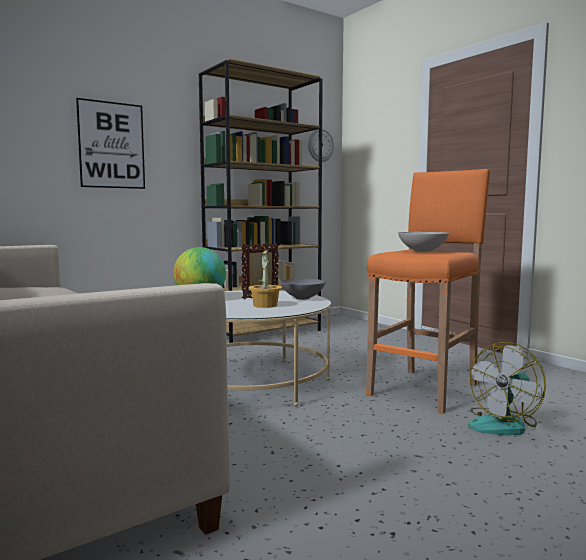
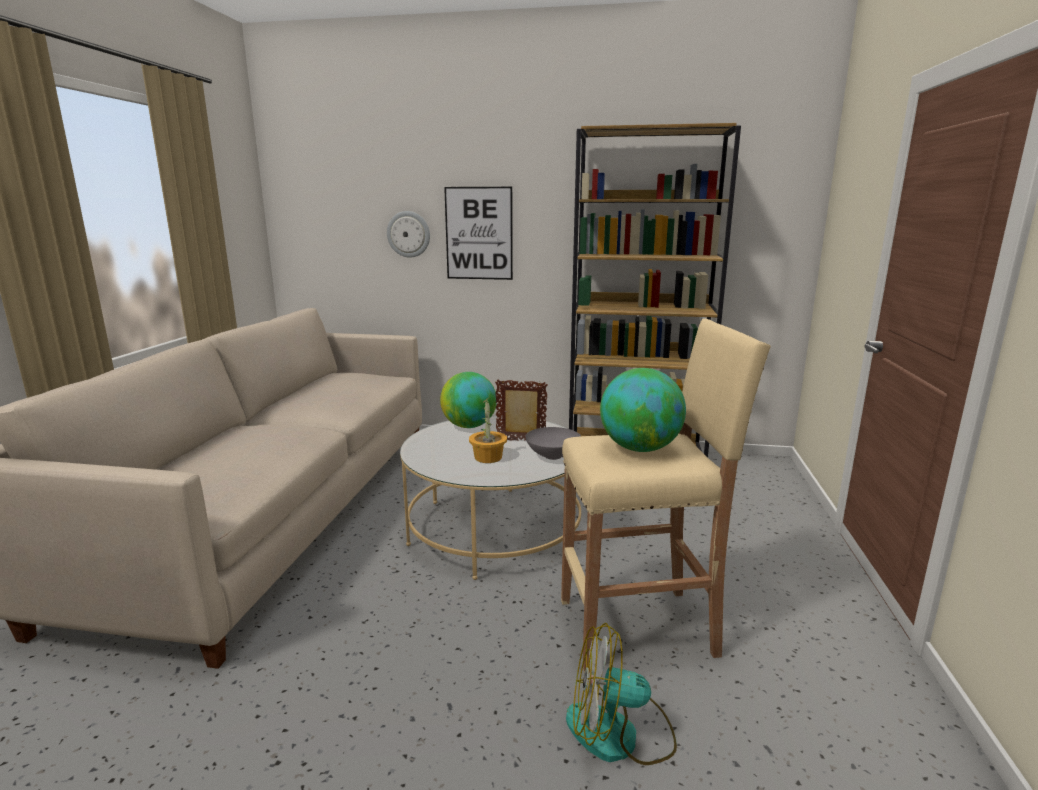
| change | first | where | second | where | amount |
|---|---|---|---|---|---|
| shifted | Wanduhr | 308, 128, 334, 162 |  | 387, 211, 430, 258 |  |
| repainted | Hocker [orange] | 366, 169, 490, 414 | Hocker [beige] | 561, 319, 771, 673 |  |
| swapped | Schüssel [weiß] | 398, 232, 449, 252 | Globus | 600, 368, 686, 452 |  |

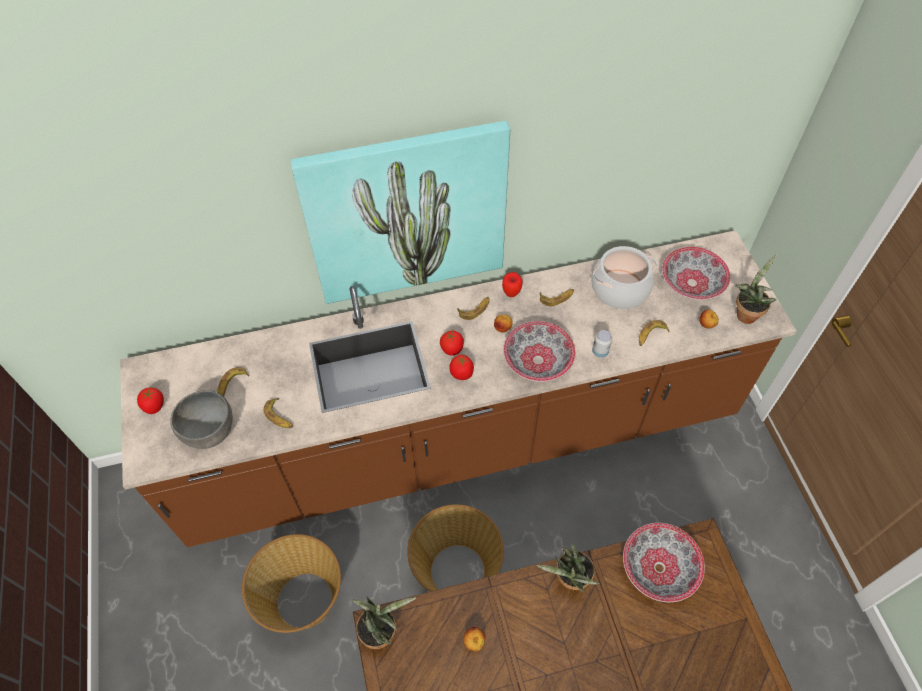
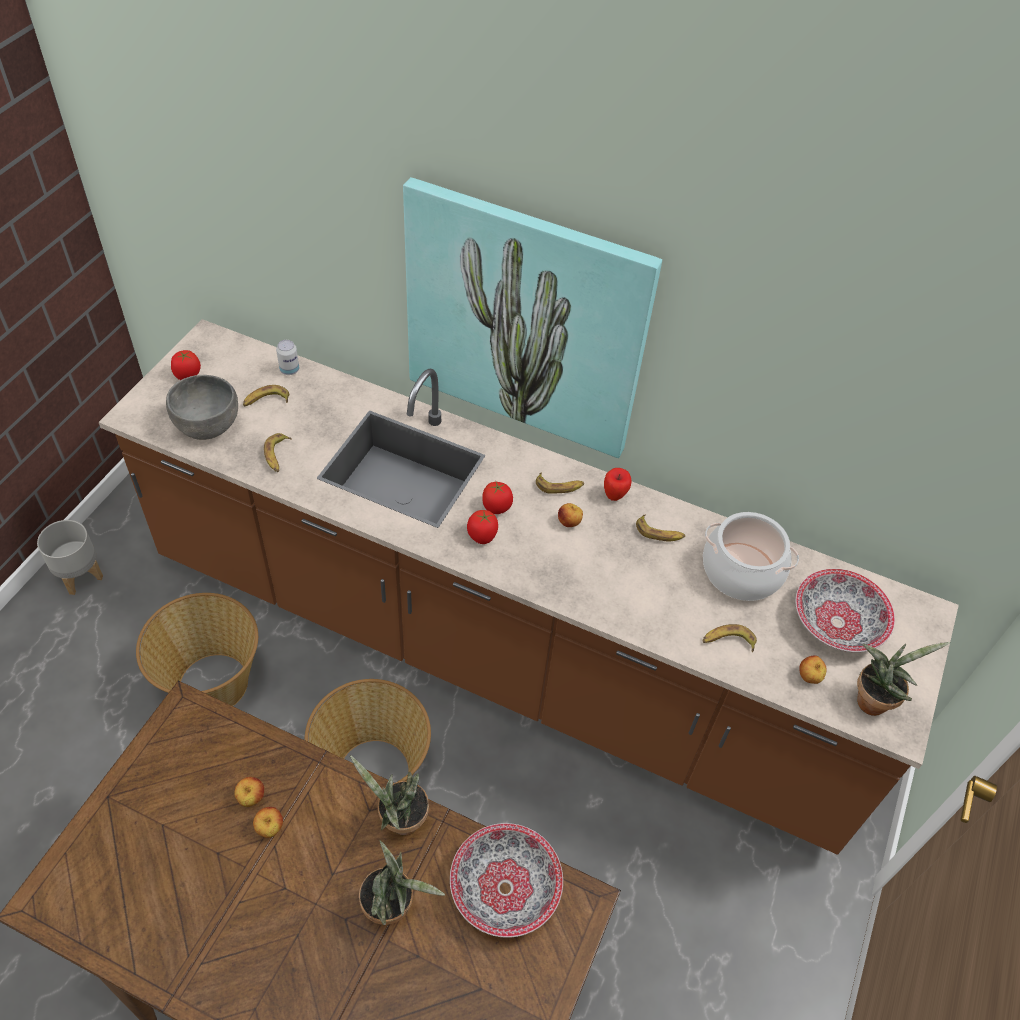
| change | first | where | second | where | amount |
|---|---|---|---|---|---|
| new |  |  | Pflanzkübel [grau] | 37, 520, 103, 595 |  |
| new |  |  | Apfel | 253, 807, 283, 838 |  |
| shifted | Dose | 592, 330, 612, 358 |  | 276, 340, 299, 375 |  |
| shifted | Topfpflanze | 351, 597, 416, 649 |  | 359, 840, 445, 925 |  |
| gone | Schüssel | 503, 321, 576, 382 |  |  |  |

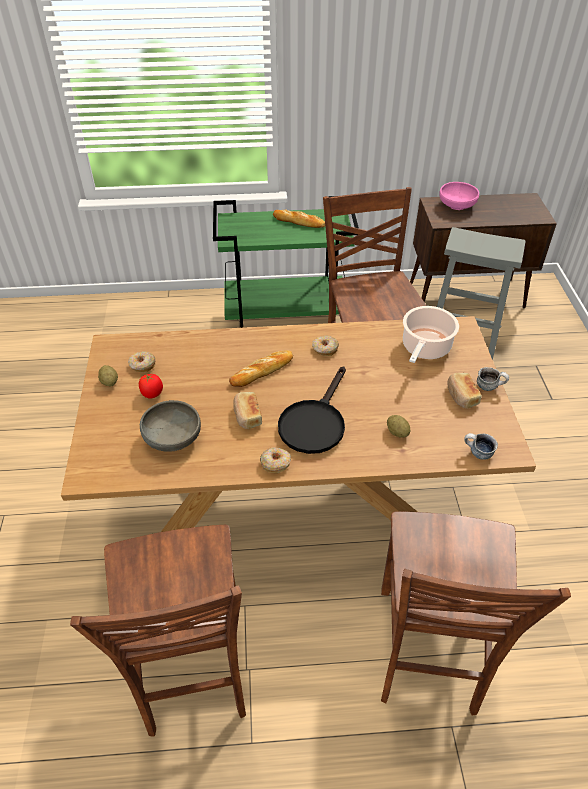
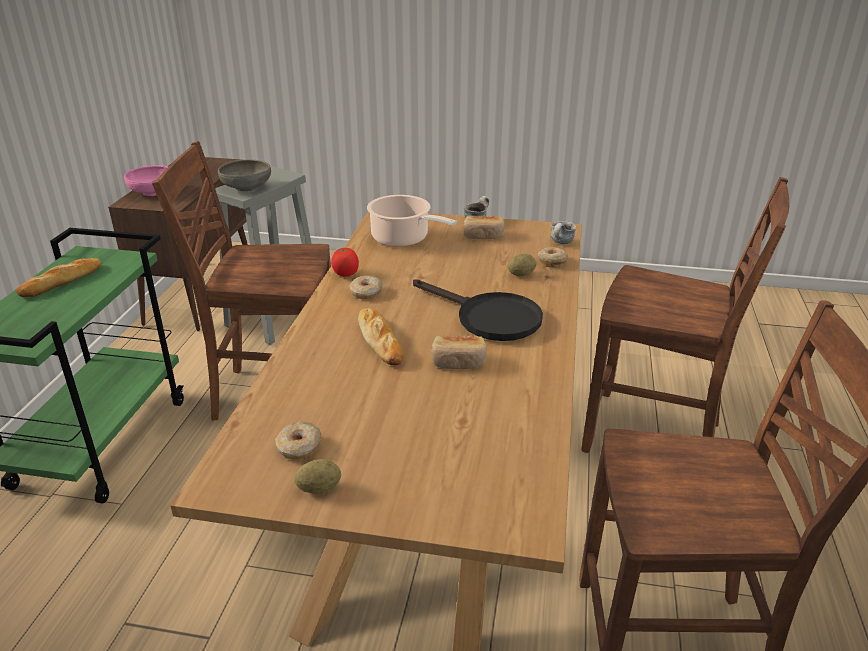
| change | first | where | second | where | amount |
|---|---|---|---|---|---|
| shifted | Schüssel [grau] | 140, 400, 201, 452 |  | 218, 160, 271, 191 |  |
| shifted | Tomate | 139, 373, 163, 399 |  | 331, 248, 359, 277 |  |
| shifted | Donut | 260, 447, 291, 473 |  | 538, 247, 568, 268 |  |

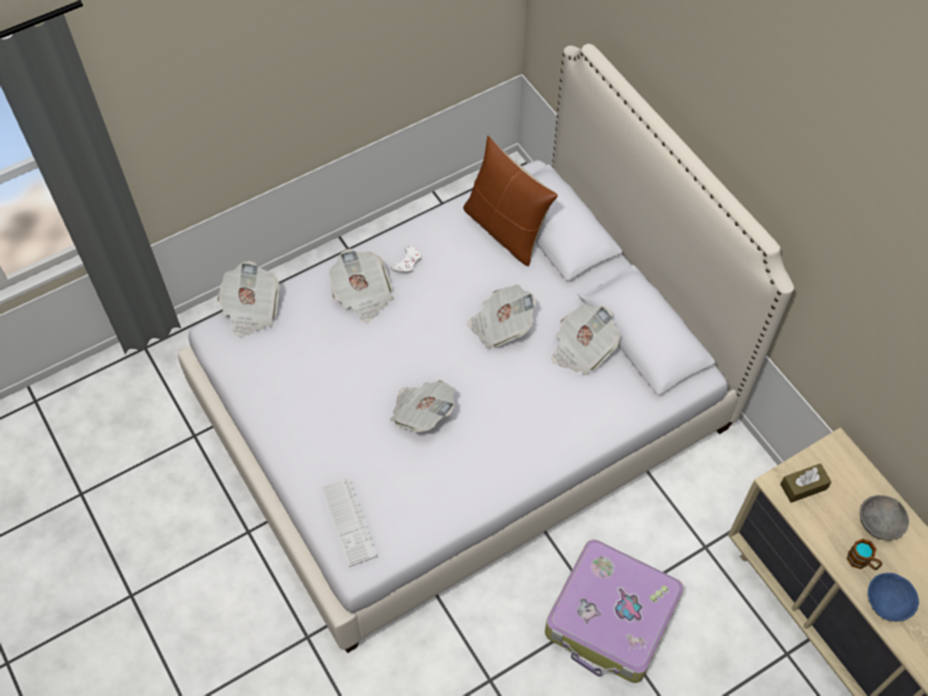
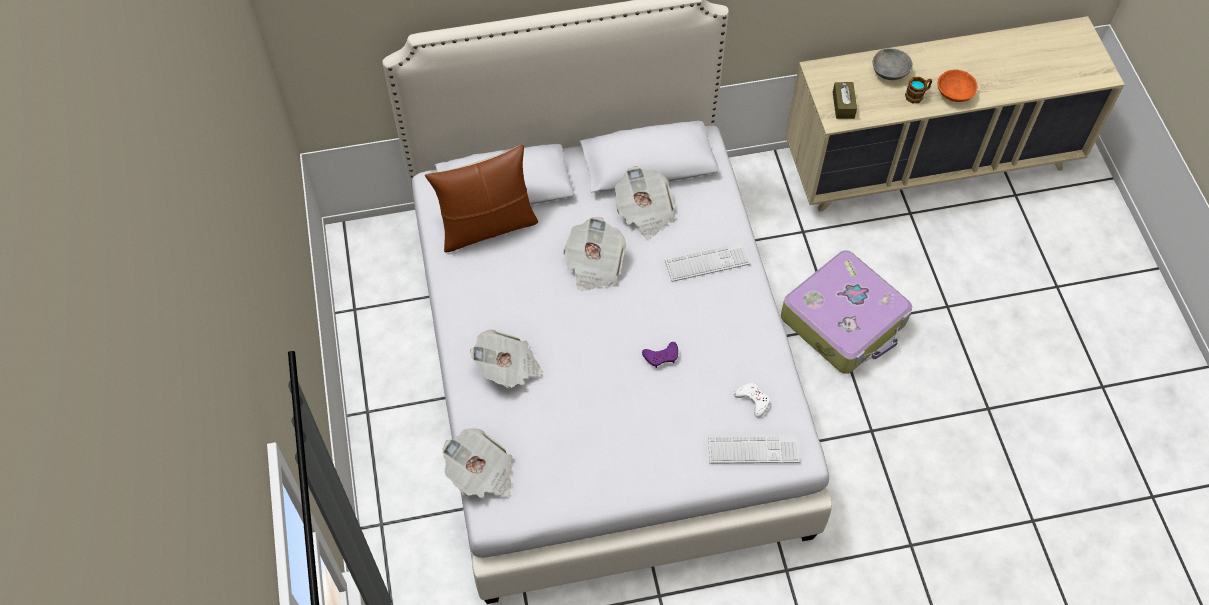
| change | first | where | second | where | amount |
|---|---|---|---|---|---|
| swapped | Zeitung | 390, 380, 455, 432 | Gamepad [lila] | 642, 342, 678, 368 |  |
| new |  |  | Tastatur | 665, 242, 751, 282 |  |
| shifted | Gamepad [weiß] | 391, 245, 421, 273 |  | 734, 383, 770, 418 |  |
| repainted | Schüssel [blau] | 868, 573, 919, 621 | Schüssel [orange] | 937, 70, 977, 102 |  |

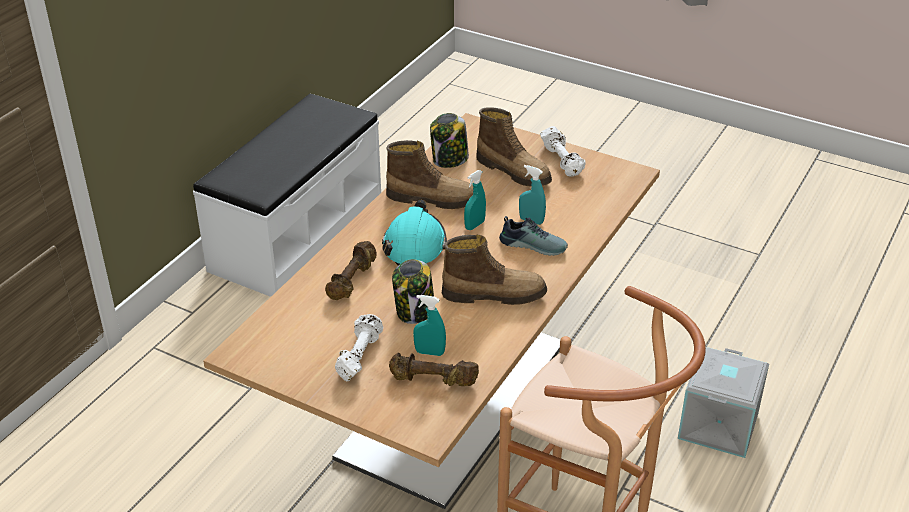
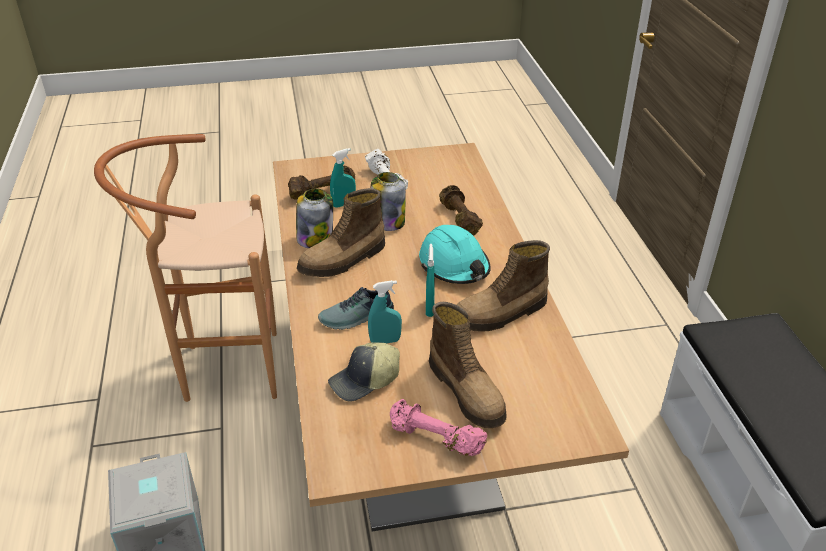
| change | first | where | second | where | amount |
|---|---|---|---|---|---|
| shifted | Vorratsglas | 430, 113, 469, 168 |  | 296, 188, 333, 249 |  |
| new |  |  | Kappe | 328, 342, 400, 402 |  |
| repainted | Hantel [weiß] | 540, 126, 586, 177 | Hantel [rosa] | 390, 399, 487, 456 |  |
| rotated | Stiefel | 476, 107, 552, 186 |  | 429, 302, 507, 428 | 120 degrees counterclockwise |

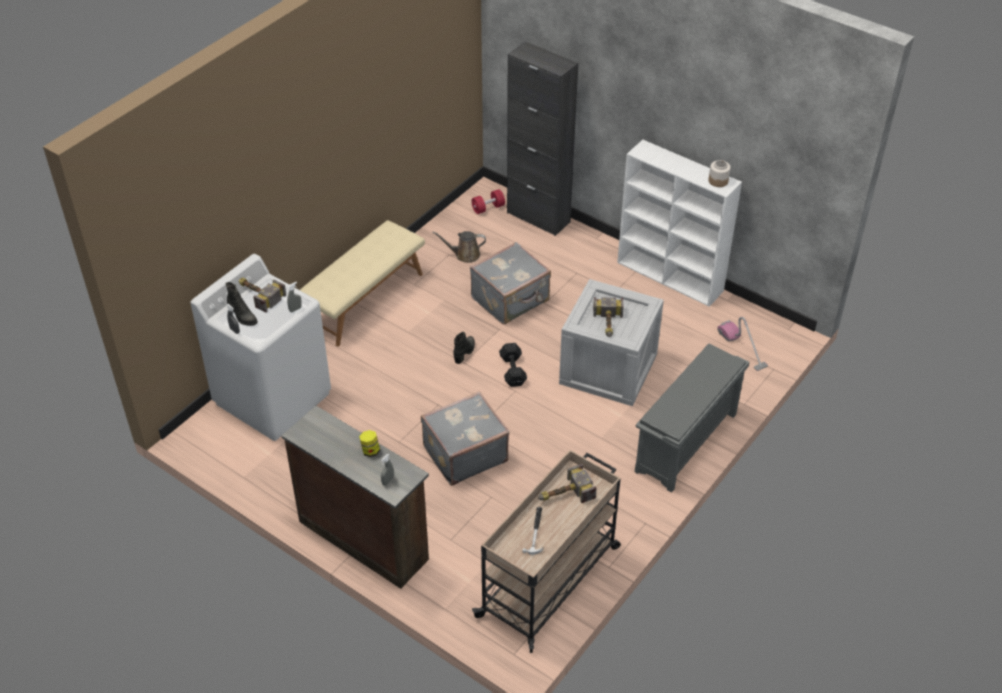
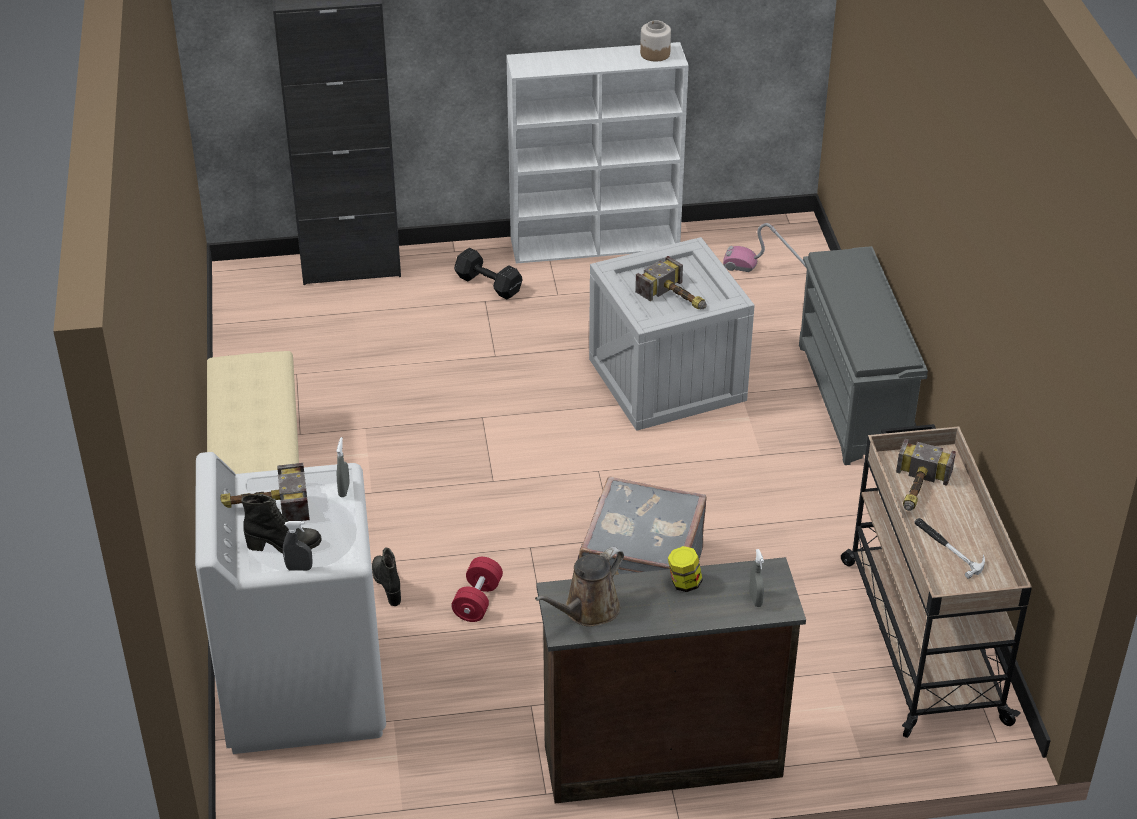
| change | first | where | second | where | amount |
|---|---|---|---|---|---|
| shifted | Stiefel [schwarz] | 453, 332, 475, 364 |  | 372, 547, 401, 606 |  |
| shifted | Hantel [rot] | 471, 189, 505, 214 |  | 451, 557, 503, 622 |  |
| shifted | Hantel [schwarz] | 499, 343, 527, 387 |  | 454, 248, 523, 299 |  |
| shifted | Gießkanne [braun] | 432, 231, 486, 263 |  | 535, 547, 624, 627 |  |
| gone | Koffer [grau] | 470, 242, 551, 325 |  |  |  |

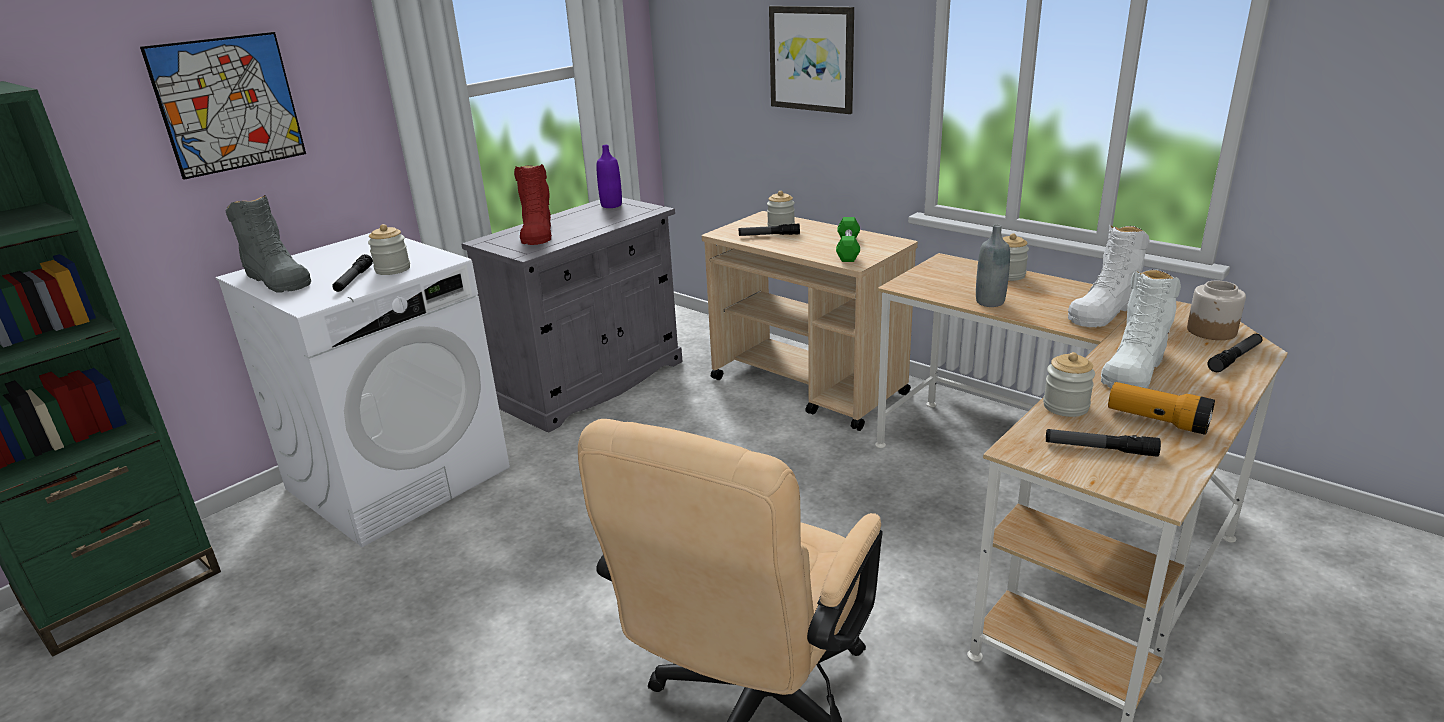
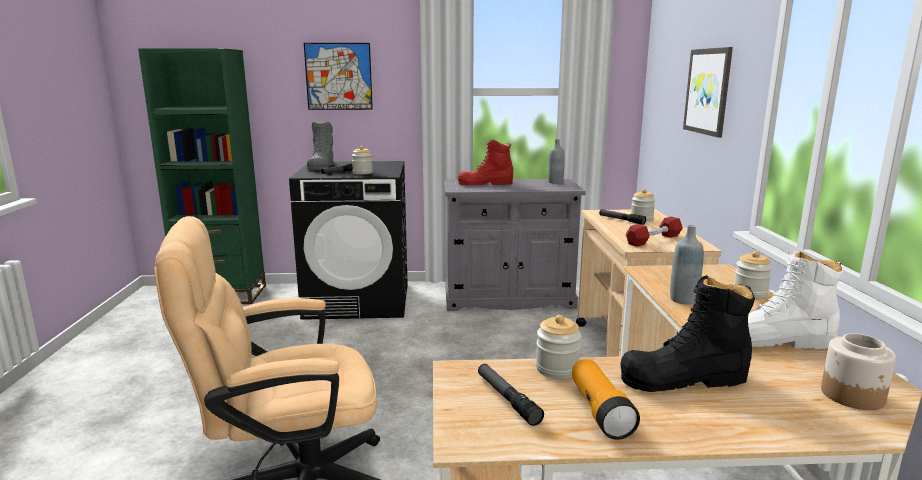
| change | first | where | second | where | amount |
|---|---|---|---|---|---|
| repainted | Waschmaschine [weiß] | 215, 233, 510, 547 | Waschmaschine [schwarz] | 289, 161, 408, 320 |  |
| rotated | Stiefel [rot] | 514, 164, 552, 245 |  | 458, 140, 513, 185 | 45 degrees clockwise |
| repainted | Flasche [lila] | 596, 145, 622, 208 | Flasche [grau] | 548, 139, 565, 184 |  |
| repainted | Stiefel [weiß] | 1101, 269, 1181, 388 | Stiefel [schwarz] | 620, 275, 755, 392 |  |
| repainted | Hantel [grün] | 836, 217, 860, 262 | Hantel [rot] | 626, 217, 683, 247 |  |
| gone | Taschenlampe | 1207, 334, 1262, 372 |  |  |  |

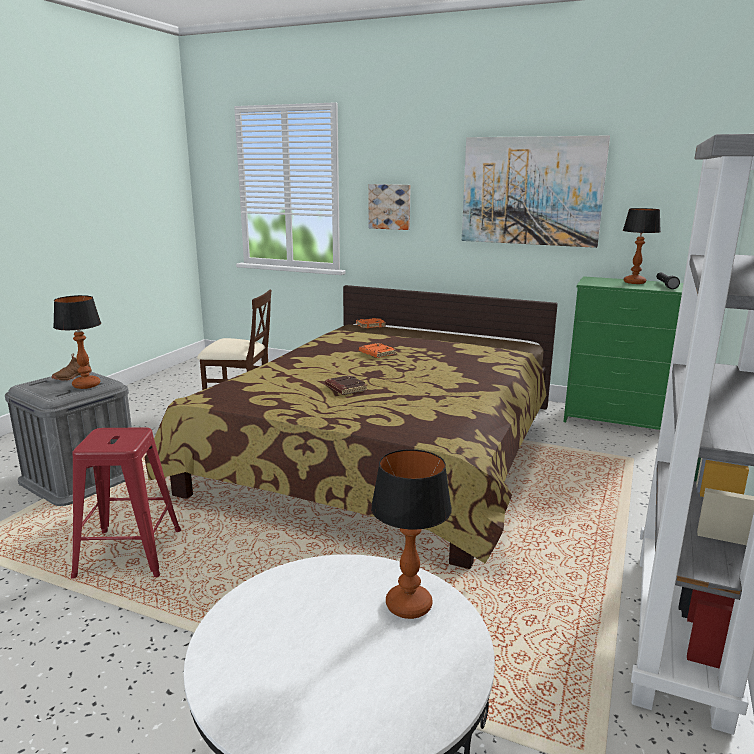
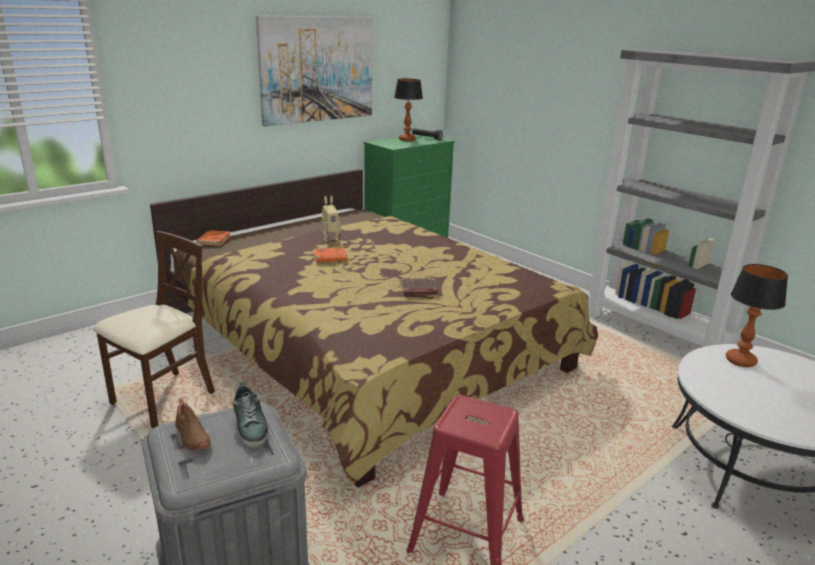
| change | first | where | second | where | amount |
|---|---|---|---|---|---|
| swapped | Tischlampe | 53, 295, 101, 389 | Schuh | 233, 381, 269, 448 |  |
| new |  |  | Spielzeugroboter | 322, 196, 341, 242 |  |
| gone | Bild | 368, 184, 411, 230 |  |  |  |

